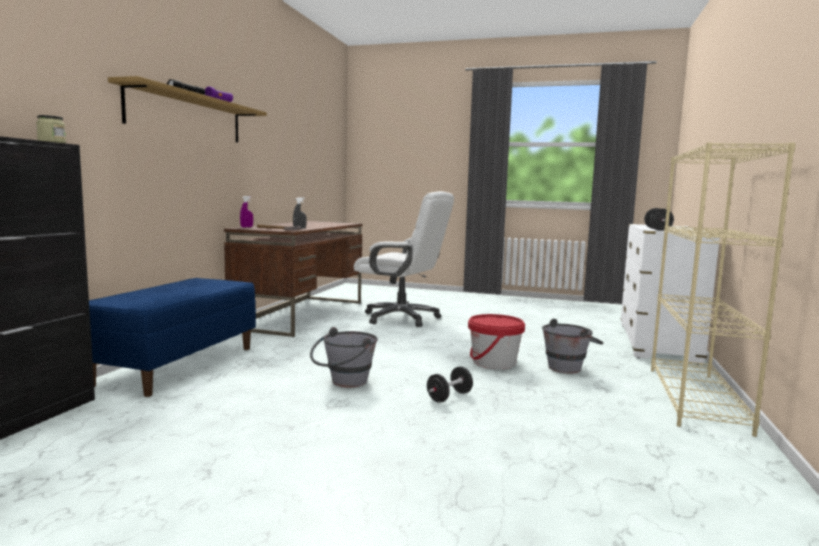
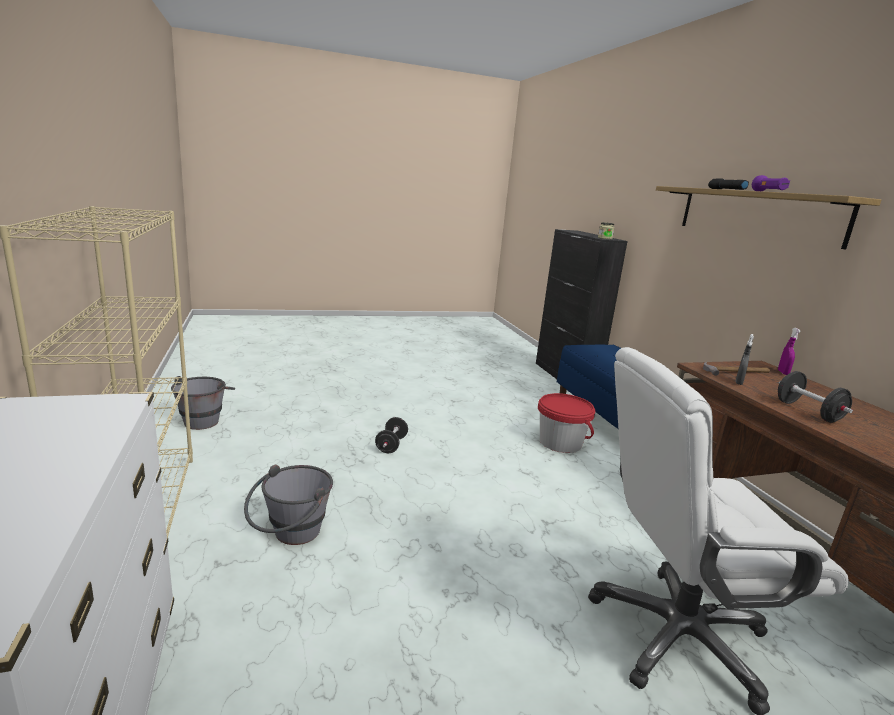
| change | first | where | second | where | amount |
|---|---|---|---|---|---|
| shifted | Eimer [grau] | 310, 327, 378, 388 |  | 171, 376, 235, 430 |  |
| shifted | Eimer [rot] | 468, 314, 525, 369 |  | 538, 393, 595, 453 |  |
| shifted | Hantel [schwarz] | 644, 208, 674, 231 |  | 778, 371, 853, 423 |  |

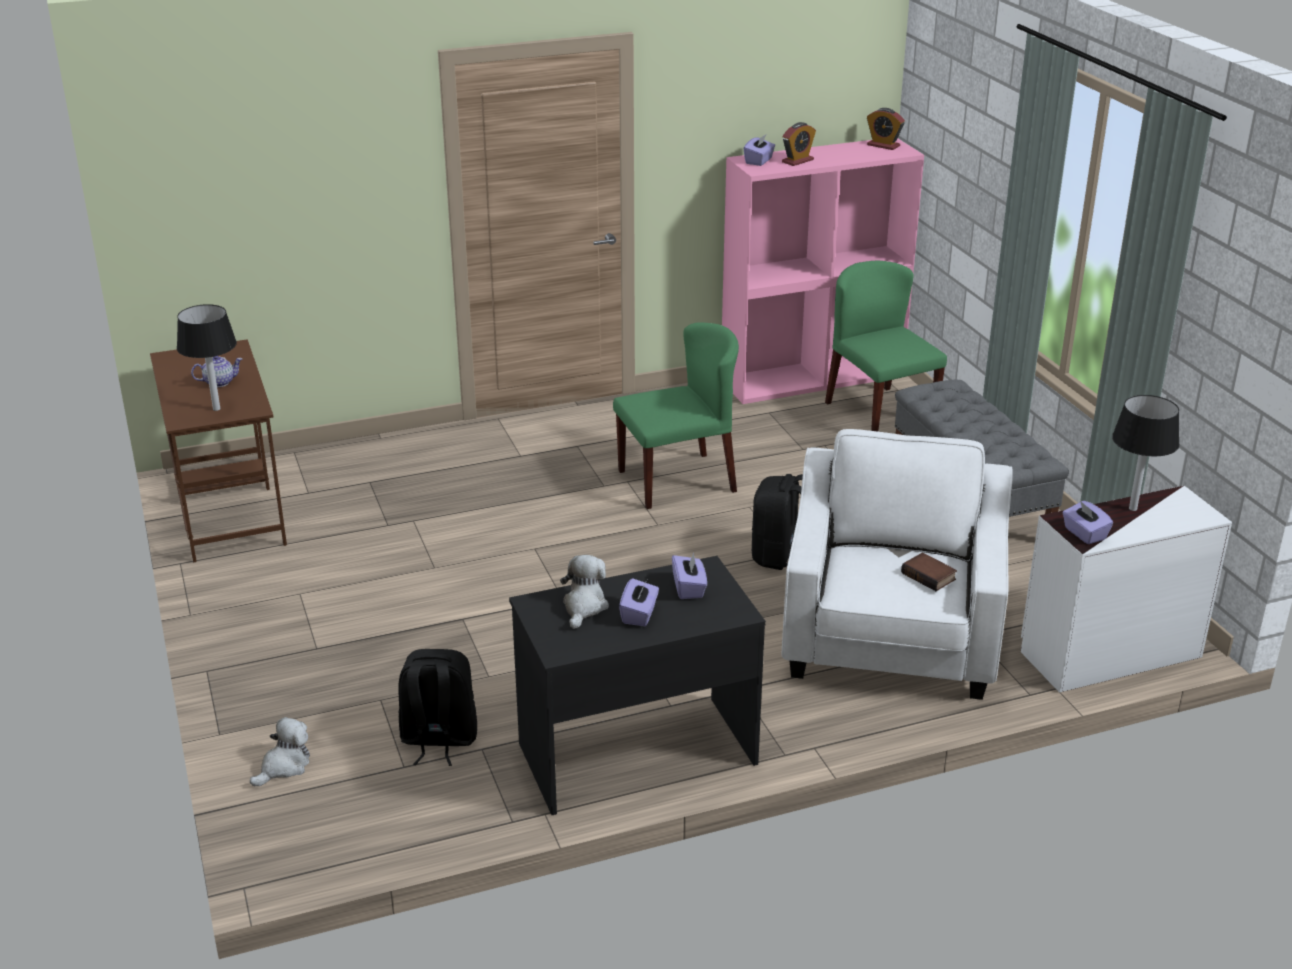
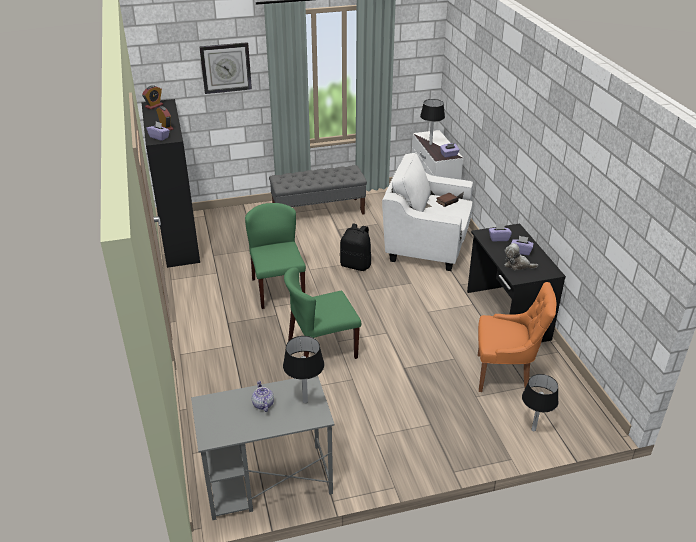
| change | first | where | second | where | amount |
|---|---|---|---|---|---|
| repainted | Bücherregal [rosa] | 722, 138, 924, 404 | Bücherregal [schwarz] | 141, 99, 200, 268 |  |
| repainted | Schreibtisch [braun] | 150, 339, 287, 562 | Schreibtisch [grau] | 191, 375, 334, 520 |  |
| new |  |  | Wanduhr | 199, 42, 252, 94 |  |
| shifted | Stuhl [grün] | 825, 260, 947, 432 |  | 284, 267, 361, 359 |  |
| swapped | Rucksack [schwarz] | 398, 649, 477, 766 | Stuhl [orange] | 478, 282, 557, 392 |  |
| swapped | Plüschtier | 250, 717, 310, 787 | Tischlampe [schwarz] | 522, 374, 559, 431 |  |

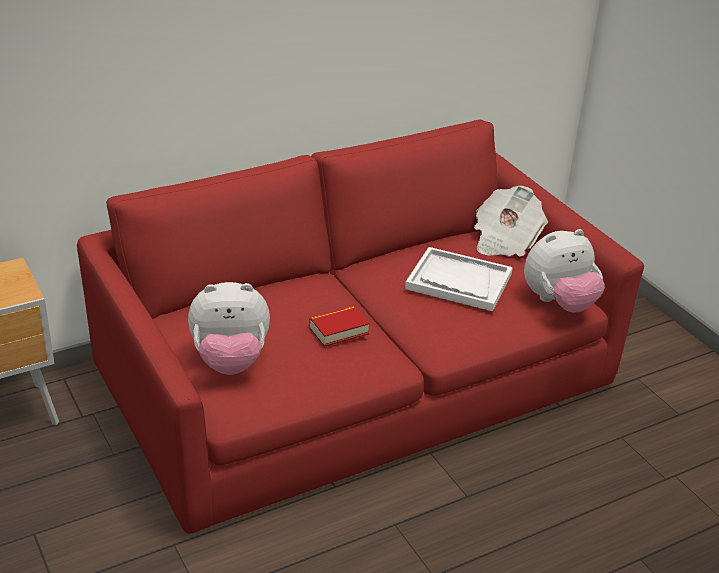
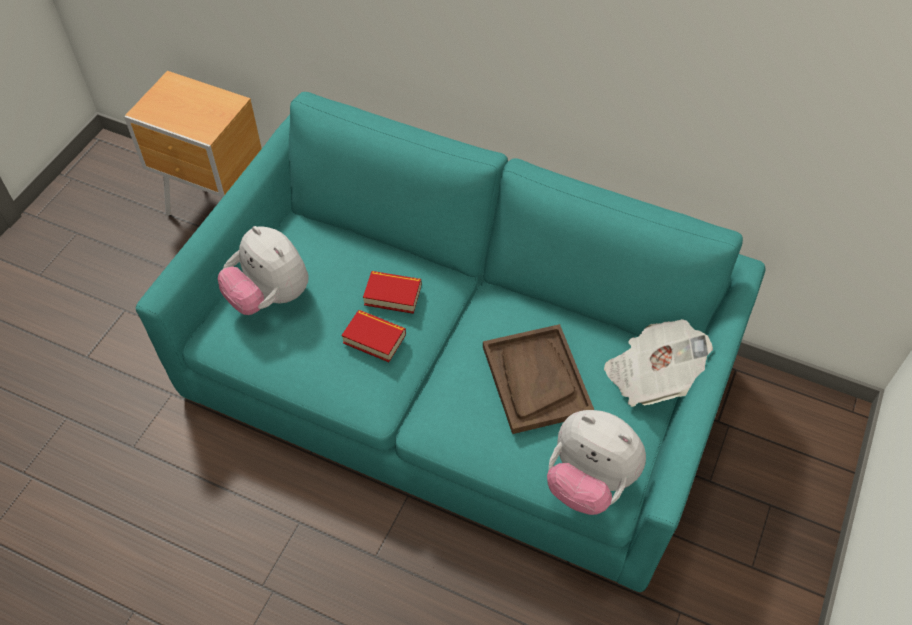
| change | first | where | second | where | amount |
|---|---|---|---|---|---|
| repainted | Sofa [rot] | 77, 120, 644, 534 | Sofa [türkis] | 136, 92, 766, 592 |  |
| new |  |  | Buch | 363, 271, 421, 314 |  |
| repainted | Tablett [weiß] | 405, 247, 513, 312 | Tablett [braun] | 483, 324, 594, 434 |  |

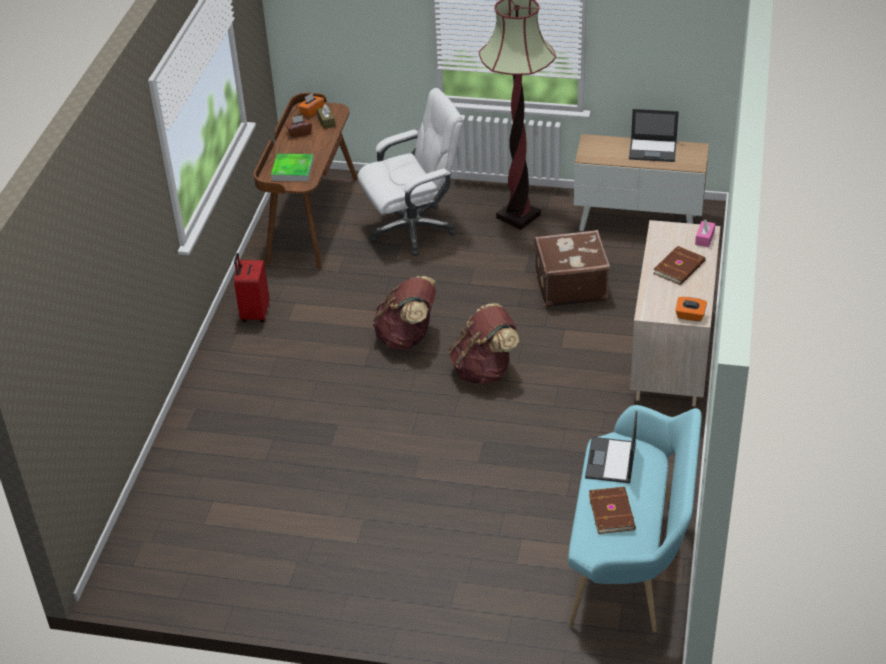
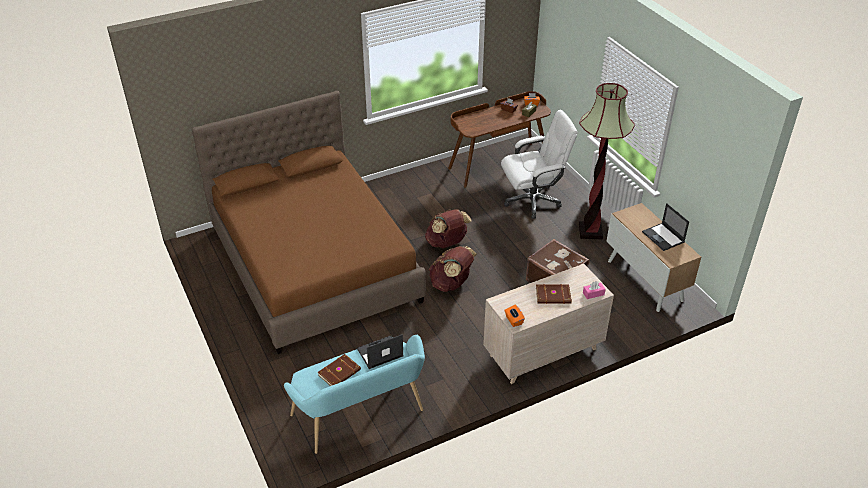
| change | first | where | second | where | amount |
|---|---|---|---|---|---|
| new |  |  | Bett [braun] | 192, 91, 426, 354 |  |
| rotated | Bürostuhl [weiß] | 358, 88, 462, 256 |  | 501, 110, 577, 219 | 45 degrees counterclockwise |
| gone | Koffer [rot] | 234, 253, 269, 323 |  |  |  |
| gone | Tablett | 271, 154, 314, 182 |  |  |  |

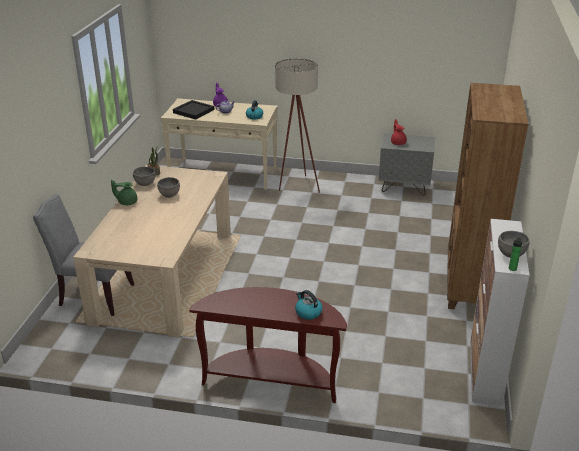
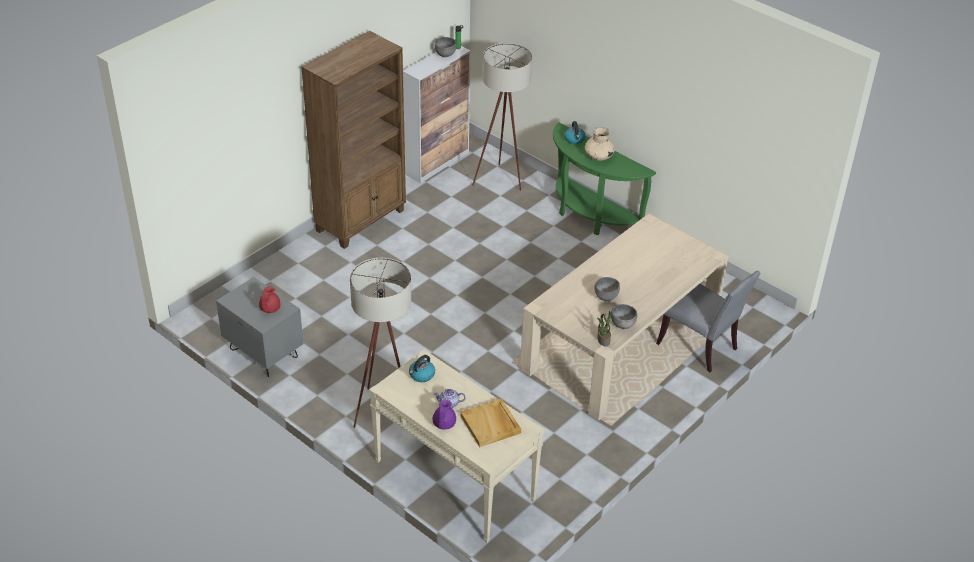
| change | first | where | second | where | amount |
|---|---|---|---|---|---|
| repainted | Tablett [schwarz] | 173, 100, 214, 119 | Tablett [beige] | 460, 398, 521, 447 |  |
| new |  |  | Stehlampe [beige] | 472, 43, 532, 191 |  |
| repainted | Konsolentisch [braun] | 189, 287, 347, 403 | Konsolentisch [grün] | 553, 122, 656, 235 |  |
| new |  |  | Vase [beige] | 585, 127, 615, 161 |  |
| gone | Teekanne [grün] | 111, 180, 138, 205 |  |  |  |

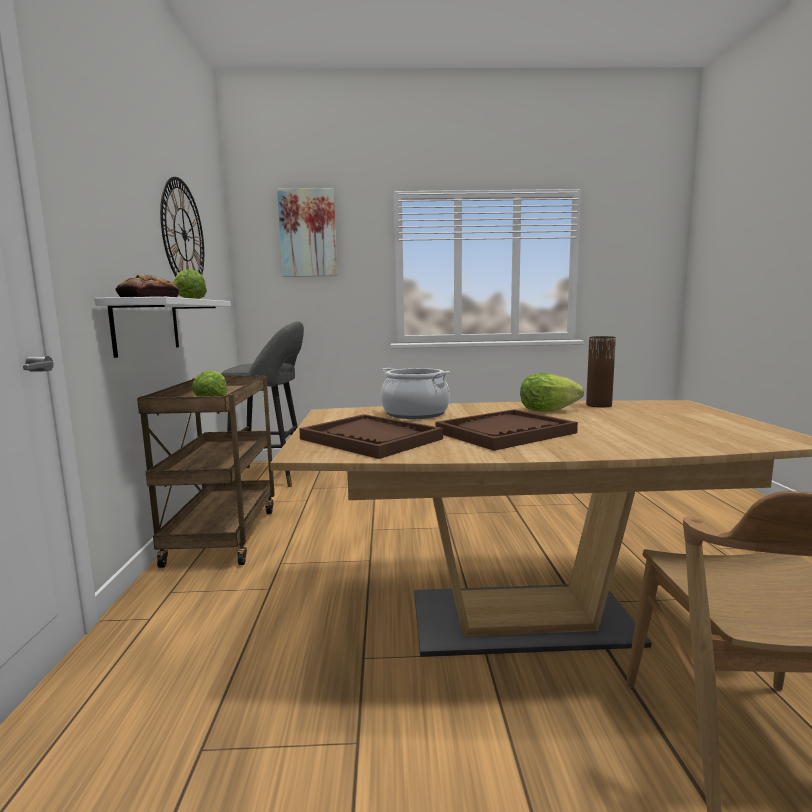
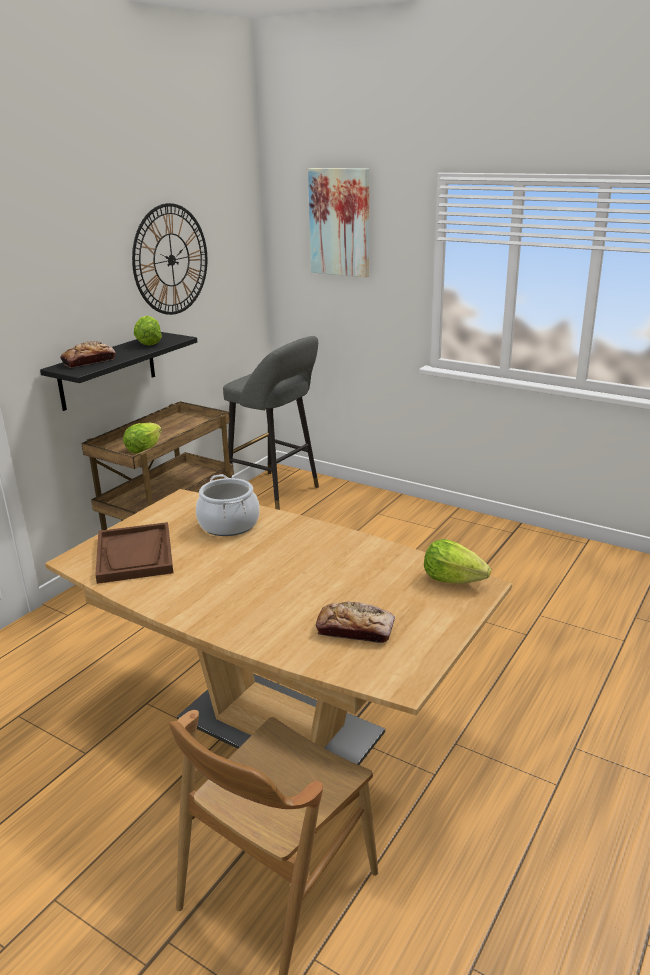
| change | first | where | second | where | amount |
|---|---|---|---|---|---|
| repainted | Wandregal [weiß] | 95, 297, 231, 358 | Wandregal [schwarz] | 40, 332, 197, 411 |  |
| new |  |  | Brot | 316, 602, 395, 643 |  |
| shifted | Salatkopf | 520, 373, 584, 411 |  | 424, 539, 491, 584 |  |
| gone | Tablett [braun] | 435, 409, 578, 451 |  |  |  |
| gone | Vase [braun] | 586, 336, 616, 408 |  |  |  |

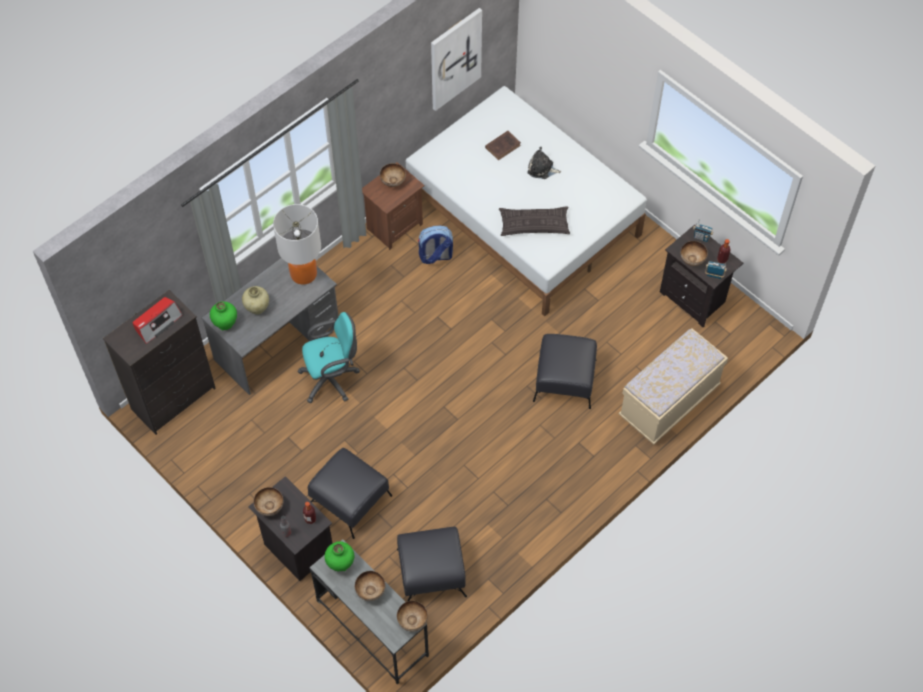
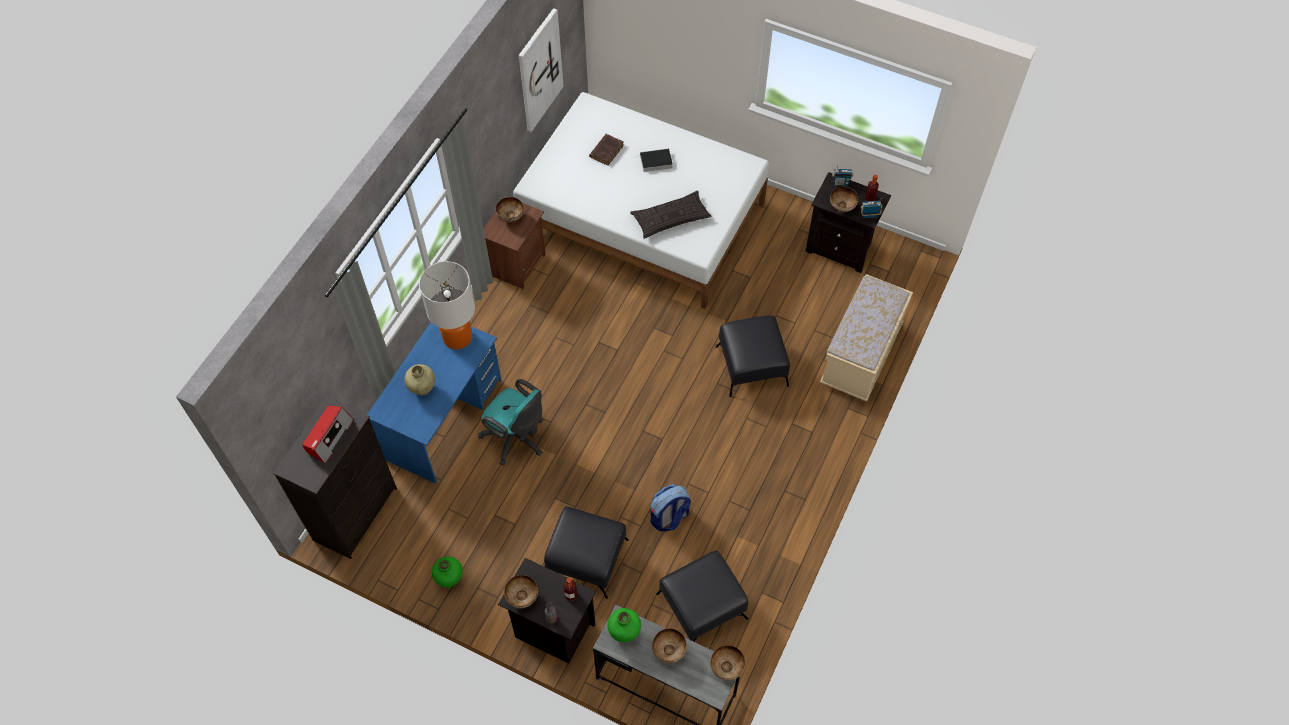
| change | first | where | second | where | amount |
|---|---|---|---|---|---|
| repainted | Schreibtisch [grau] | 202, 258, 339, 395 | Schreibtisch [blau] | 367, 322, 502, 484 |  |
| shifted | Vase [grün] | 210, 302, 237, 330 |  | 432, 556, 462, 588 |  |
| rotated | Bürostuhl [türkis] | 298, 312, 360, 403 |  | 478, 379, 543, 465 | 75 degrees clockwise |
| swapped | Plüschtier | 527, 147, 561, 179 | Buch | 640, 148, 672, 172 |  |
| shifted | Rucksack | 418, 226, 453, 264 |  | 650, 484, 691, 531 |  |

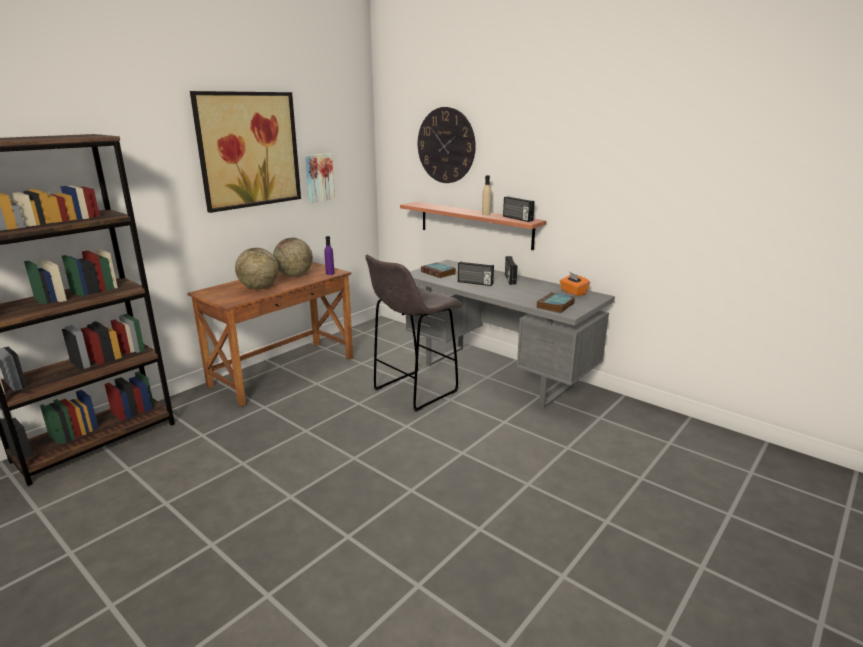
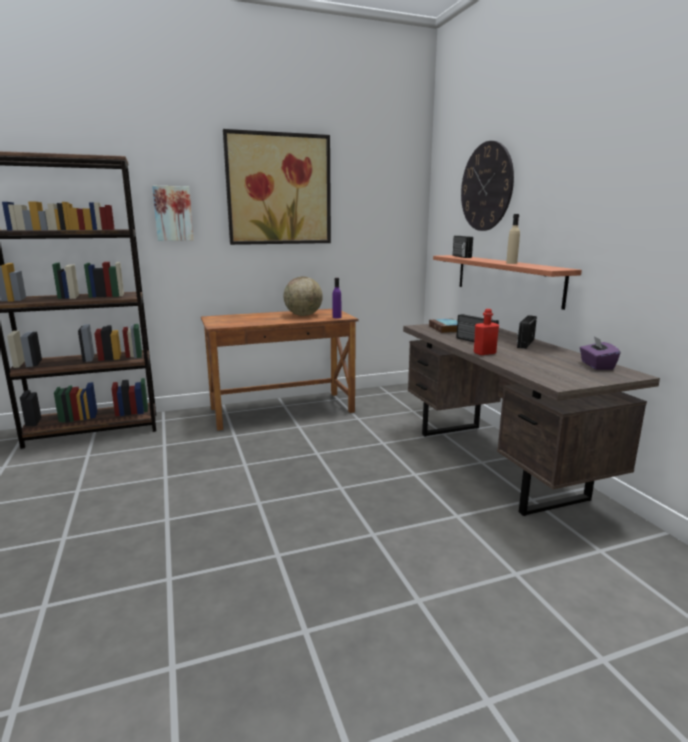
| change | first | where | second | where | amount |
|---|---|---|---|---|---|
| shifted | Bild | 305, 153, 335, 203 |  | 152, 186, 194, 241 |  |
| repainted | Schreibtisch [grau] | 406, 260, 615, 409 | Schreibtisch [braun] | 403, 324, 660, 516 |  |
| shifted | Radio | 503, 196, 535, 222 |  | 453, 236, 473, 258 |  |
| new |  |  | Flasche [rot] | 474, 309, 499, 355 |  |
| repainted | Taschentuchbox [orange] | 560, 272, 590, 296 | Taschentuchbox [lila] | 580, 336, 620, 370 |  |
| gone | Globus | 235, 248, 278, 289 |  |  |  |
| gone | Hocker [grau] | 365, 255, 462, 412 |  |  |  |
| gone | Buch | 537, 292, 575, 313 |  |  |  |

